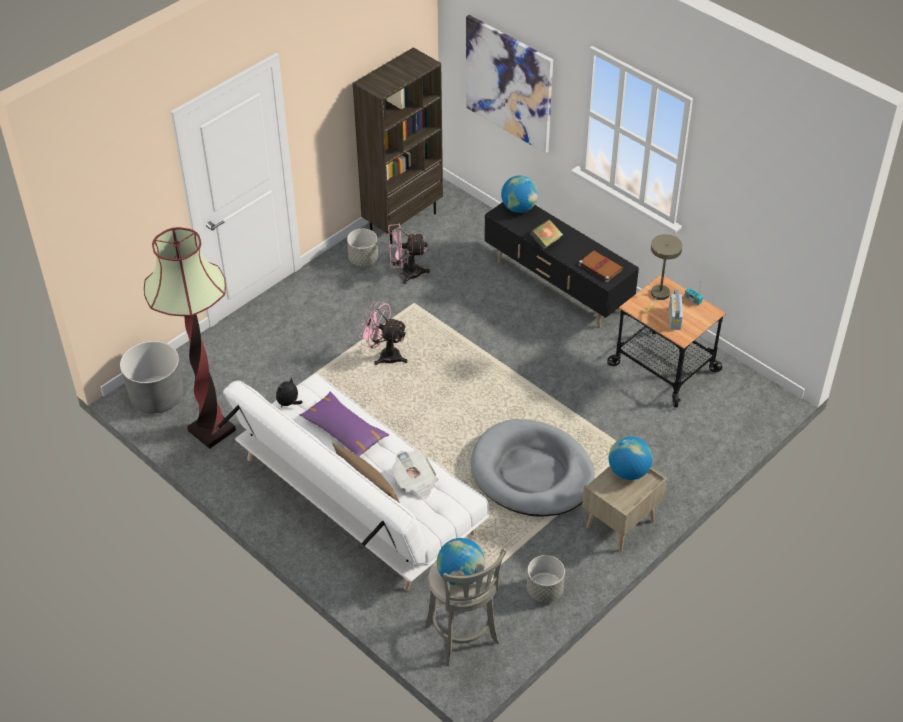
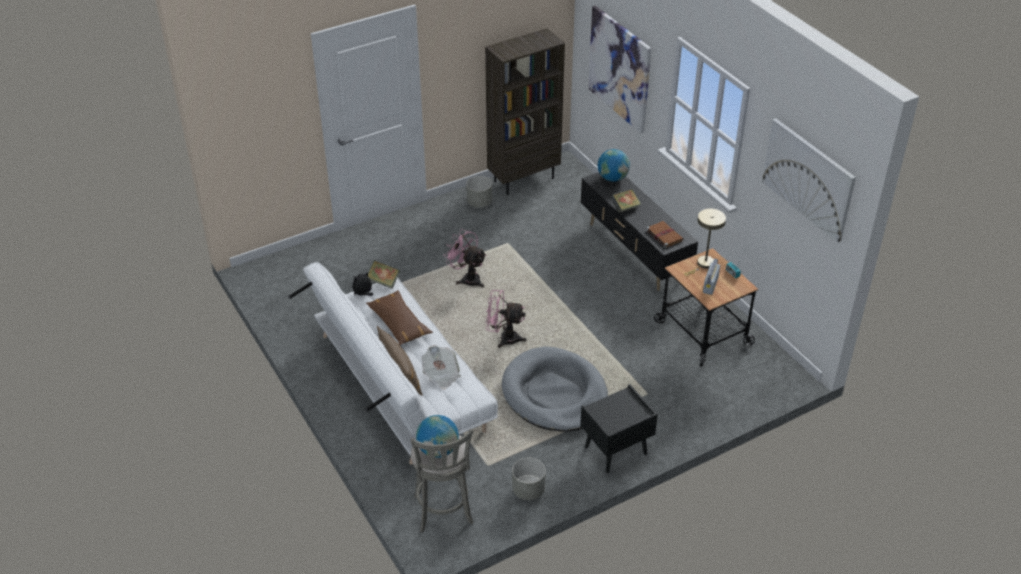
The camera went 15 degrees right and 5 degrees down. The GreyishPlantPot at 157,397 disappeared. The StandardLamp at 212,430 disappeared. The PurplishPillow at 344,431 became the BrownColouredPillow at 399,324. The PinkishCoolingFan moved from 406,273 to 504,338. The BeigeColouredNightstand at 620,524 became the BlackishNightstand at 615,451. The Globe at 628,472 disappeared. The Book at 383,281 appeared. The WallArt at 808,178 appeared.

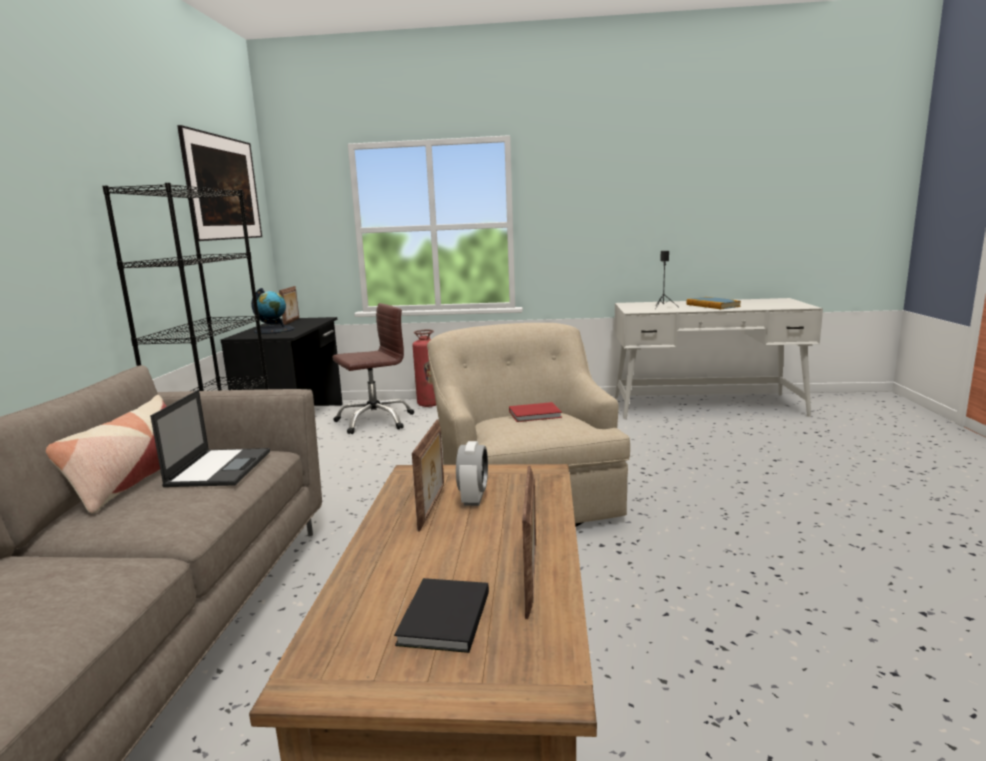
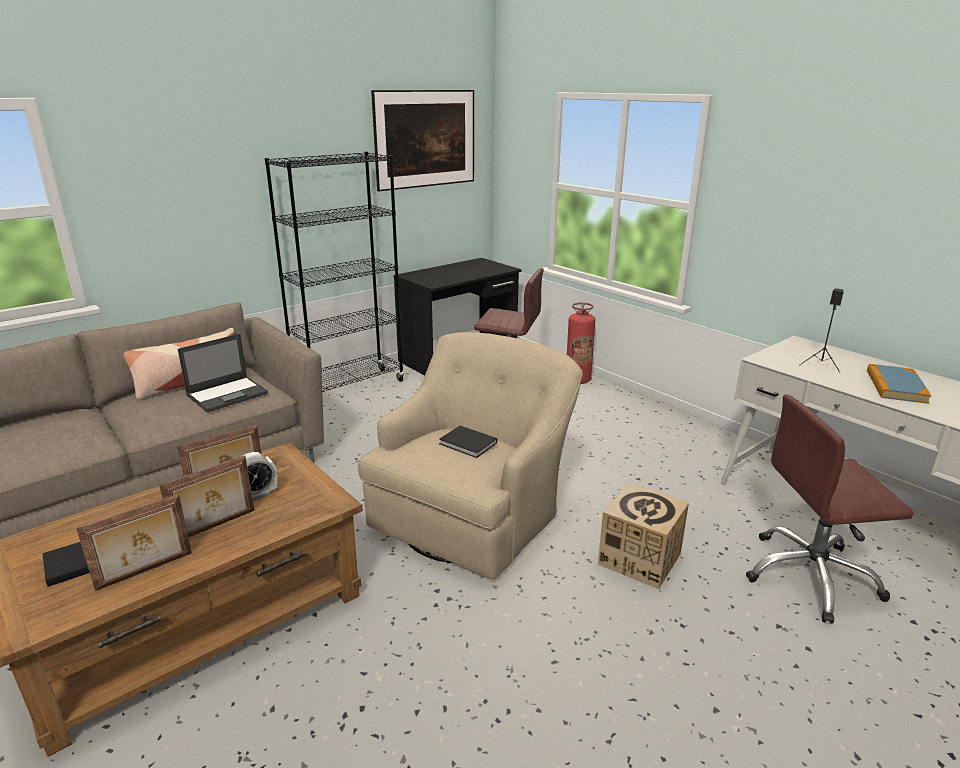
The camera went 45 degrees right and 10 degrees up. The Globe at 274,330 disappeared. The PictureFrame moved from 292,321 to 215,526. The RedBook at 536,414 became the BlackishBook at 468,444. The PackingBox at 639,559 appeared. The BrownColouredComputerChair at 811,576 appeared.

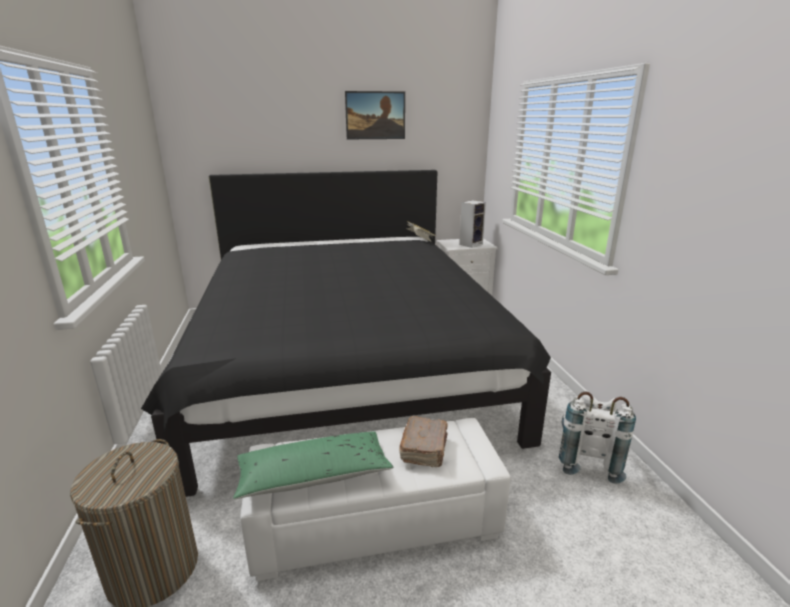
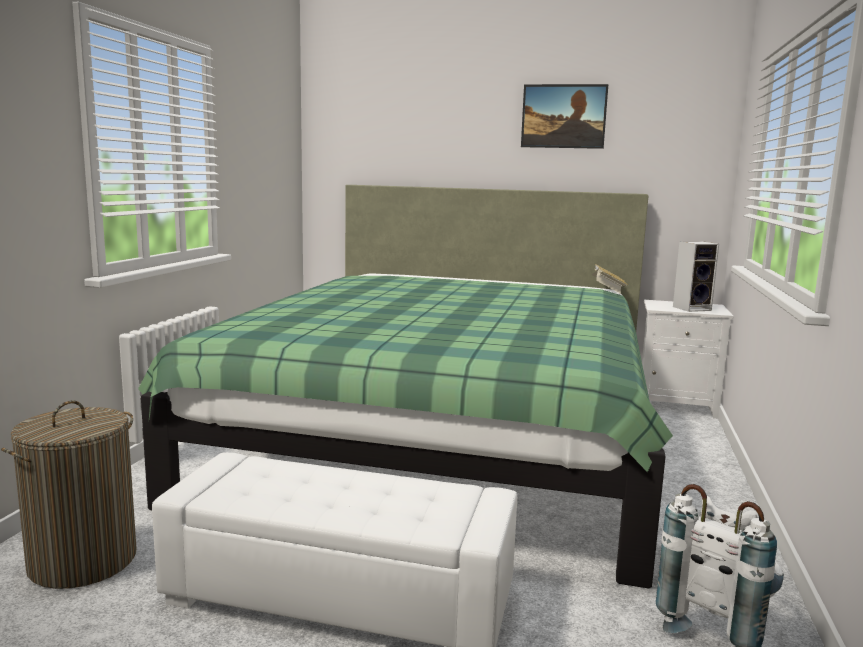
The camera went 25 degrees right and 10 degrees down. The BlackishSleepingBed at 345,365 became the GreenColouredSleepingBed at 443,438. The GreenColouredPillow at 314,475 disappeared. The BrownColouredBook at 425,449 disappeared.

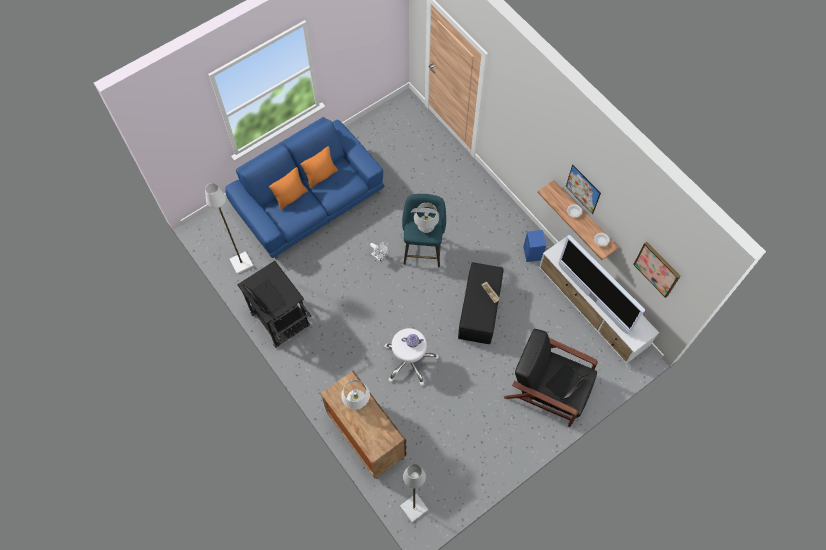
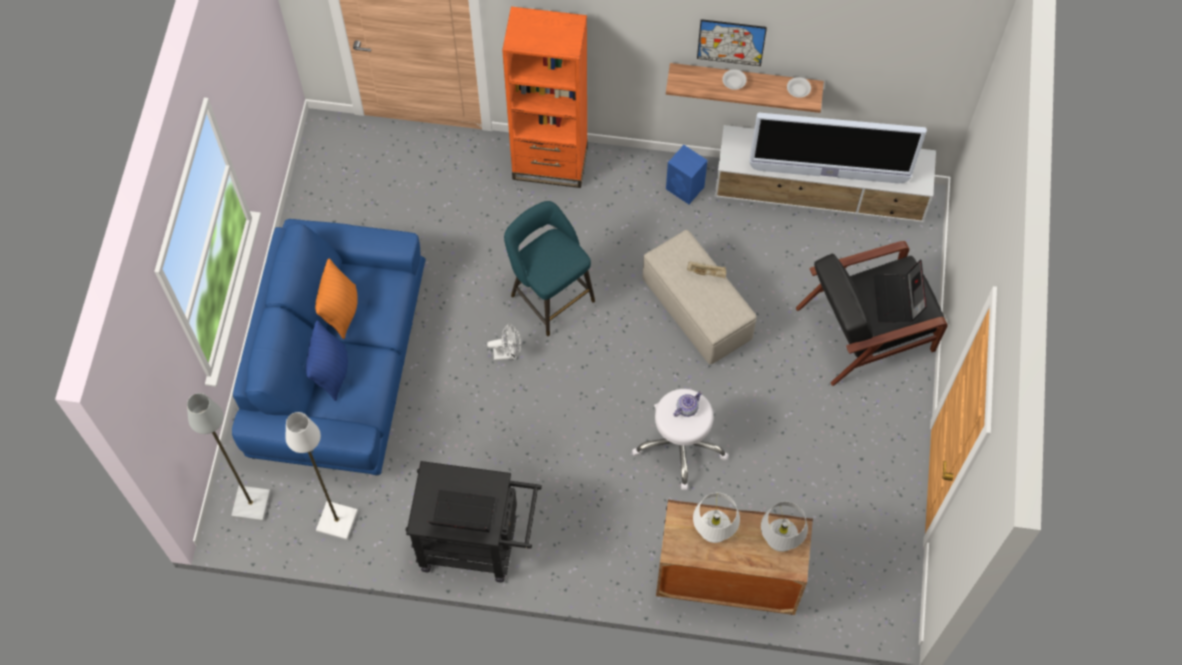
The camera went 45 degrees left and 0 degrees up. The OrangeyPillow at 291,197 became the BlueColouredPillow at 331,372. The GreyishStandardLamp moved from 414,507 to 250,503. The WhiteColouredLampForATable moved from 426,228 to 780,540. The BlackishPouffe at 479,310 became the BeigeColouredPouffe at 697,311. The WallArt at 657,269 disappeared. The OrangeyShelvingUnit at 550,163 appeared.

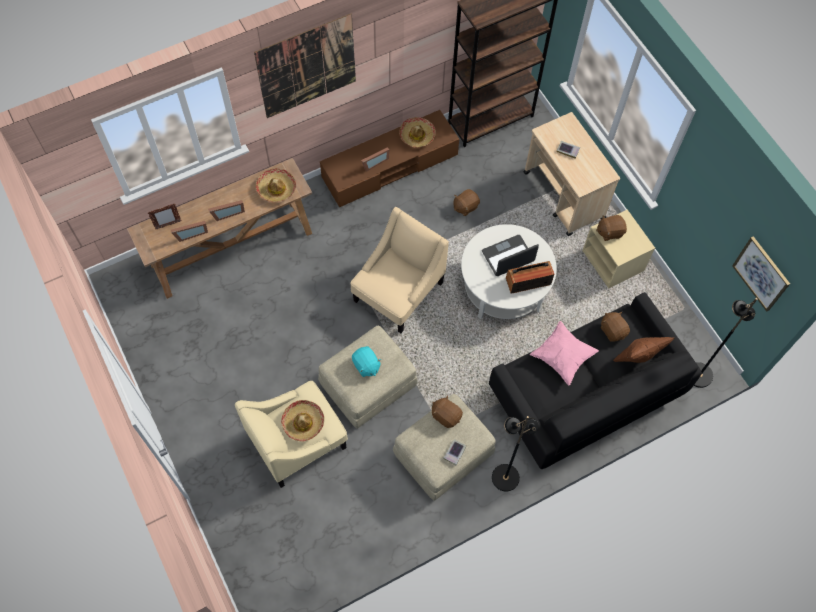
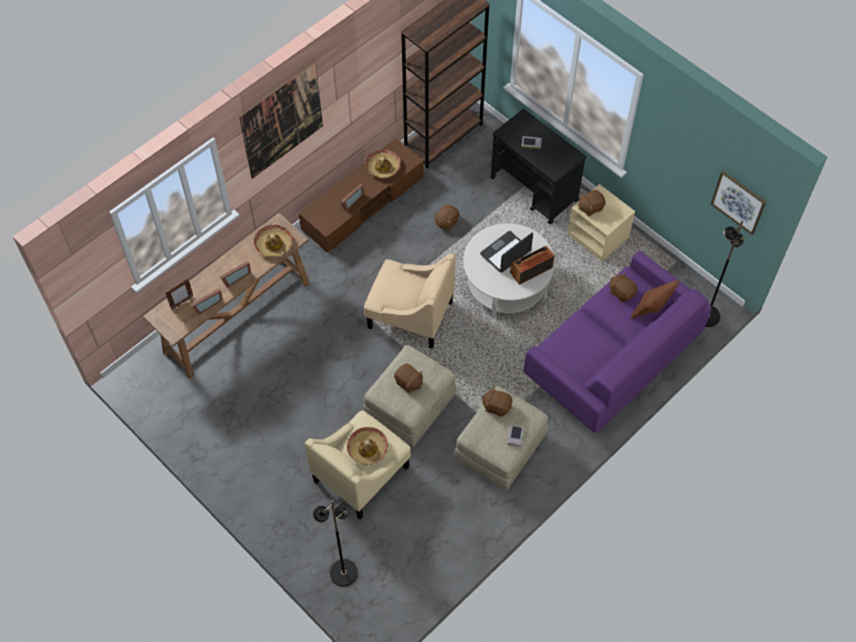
The camera went 15 degrees left and 5 degrees down. The BeigeColouredLoungeChair at 398,292 turned 90 degrees clockwise. The TurquoiseColouredPlushToy at 366,365 became the BrownColouredPlushToy at 408,382. The BlackishSofa at 584,394 became the PurplishSofa at 611,360. The BlackishStandardLamp moved from 505,477 to 343,572. The BeigeColouredTrolley at 564,196 became the BlackishTrolley at 534,189. The PinkishPillow at 562,357 disappeared.

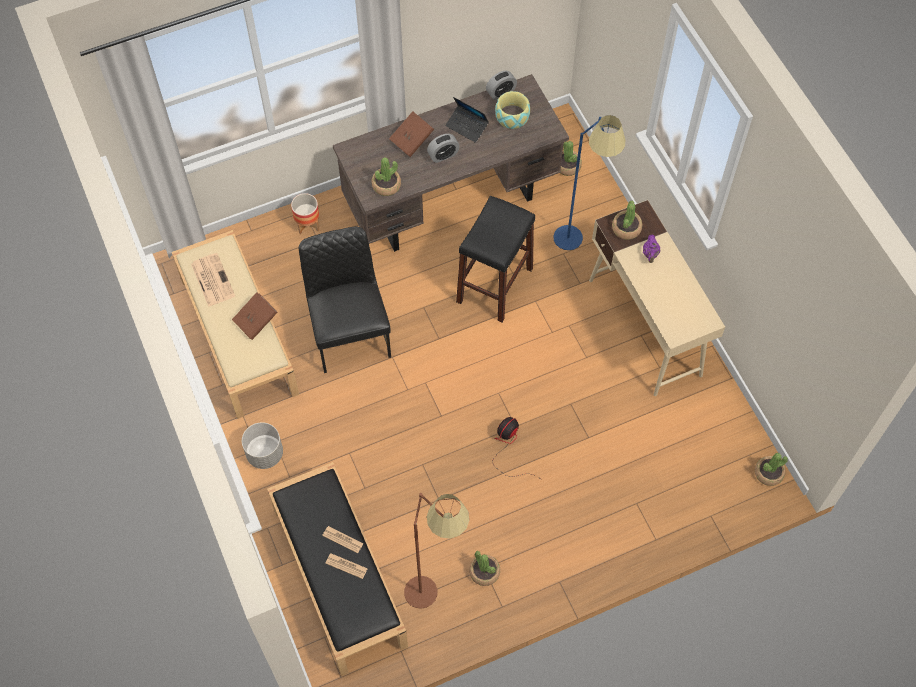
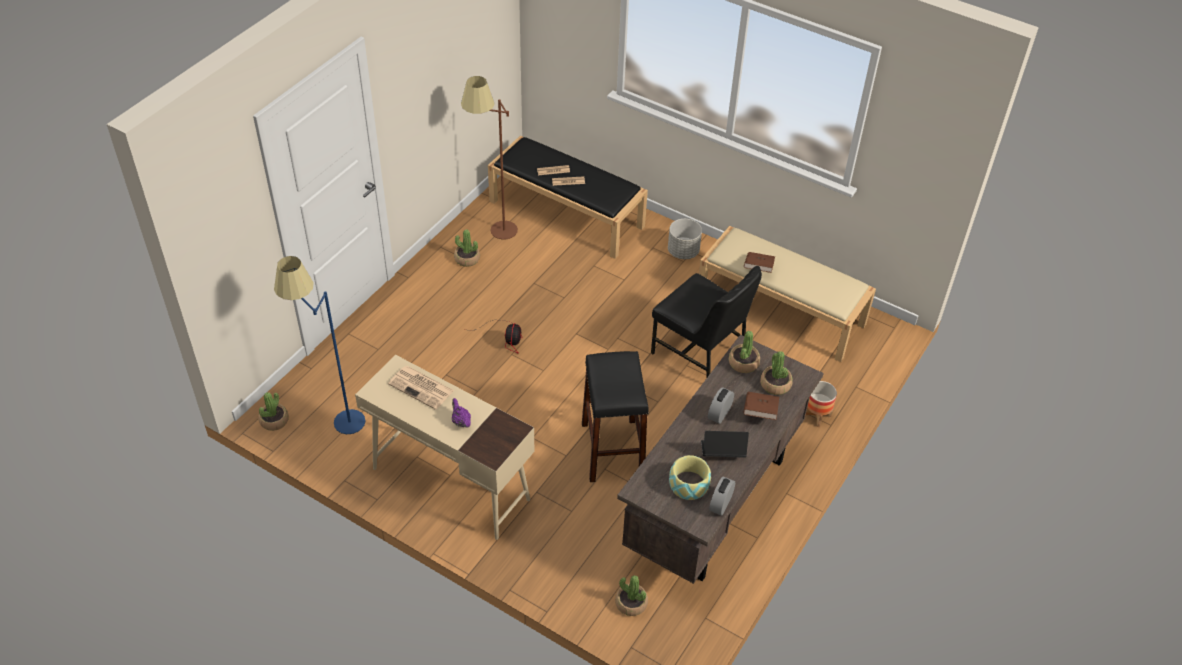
The camera went 145 degrees right and 15 degrees down. The DailyPaper moved from 212,279 to 422,388. The BlueColouredStandardLamp moved from 580,243 to 334,422. The PottedPlant moved from 626,228 to 775,384.

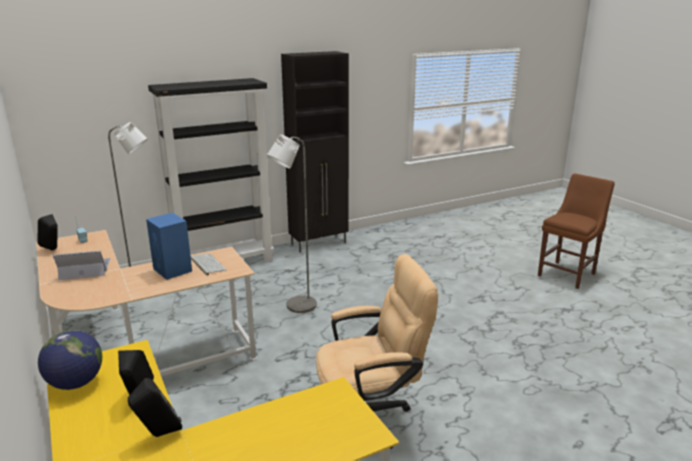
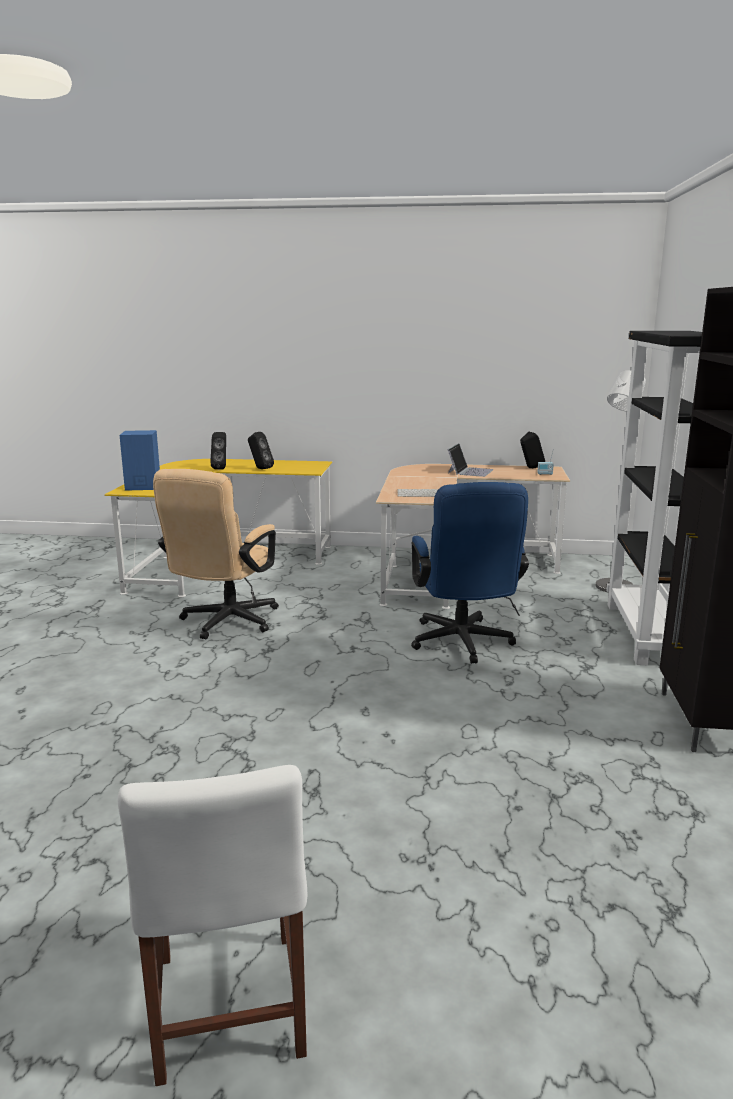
The camera went 125 degrees right and 5 degrees down. The Globe at 76,383 disappeared. The BlueColouredSpeaker moved from 173,270 to 142,487. The GreyishStandardLamp at 296,307 was replaced by the BlueColouredComputerChair at 462,644. The BrownColouredChair at 568,274 became the WhiteColouredChair at 228,1013.

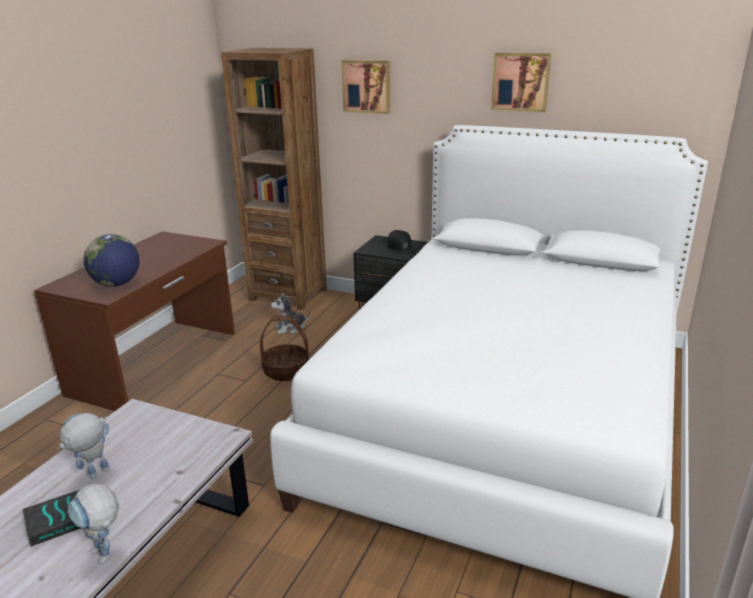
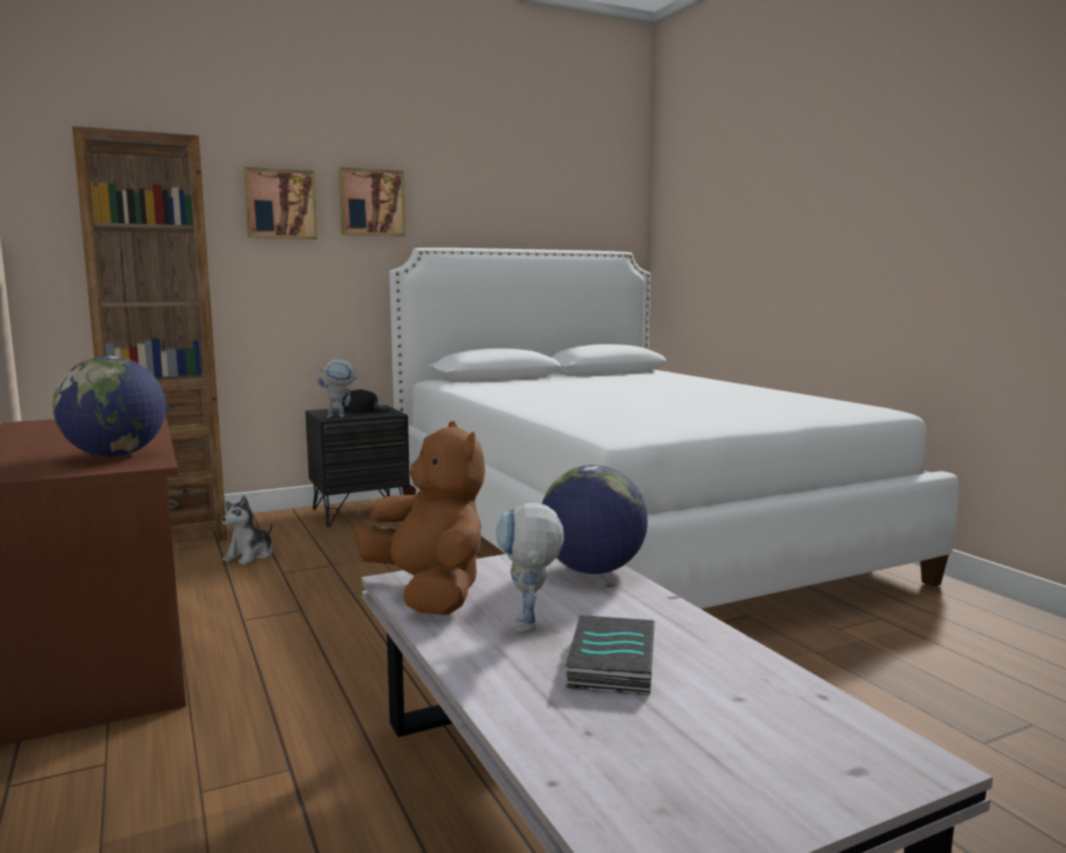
The camera went 50 degrees left and 15 degrees down. The RobotFigure moved from 106,557 to 341,416. The Basket at 286,370 disappeared. The WallArt moved from 521,81 to 371,203. The BrownColouredPlushToy at 429,593 appeared. The Globe at 592,570 appeared.

